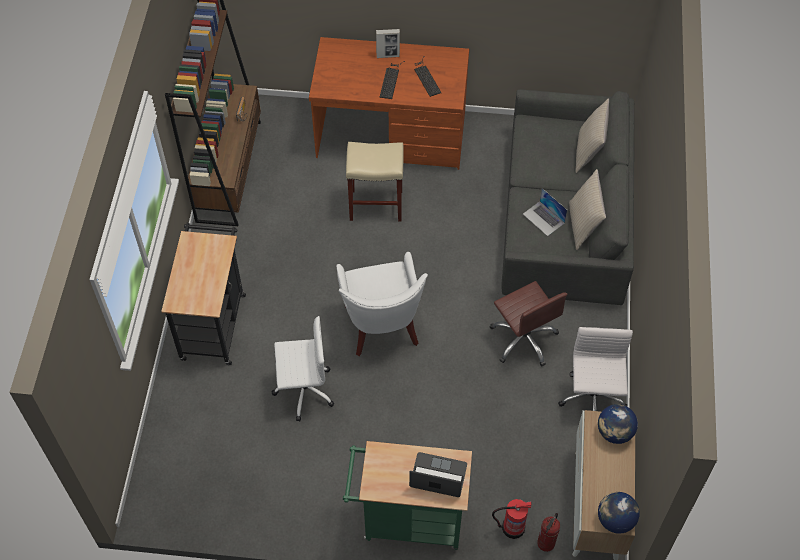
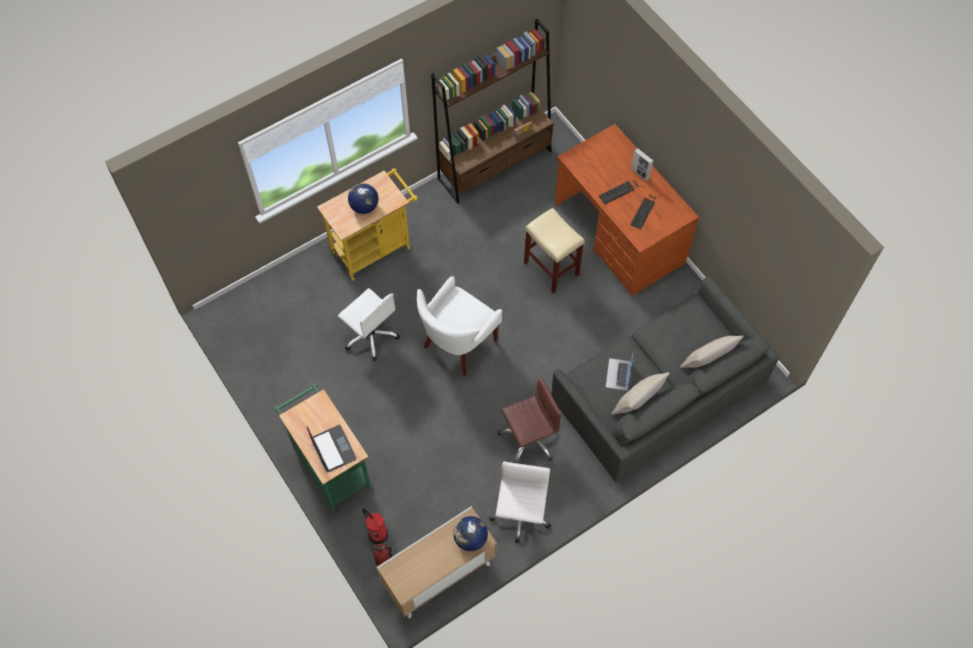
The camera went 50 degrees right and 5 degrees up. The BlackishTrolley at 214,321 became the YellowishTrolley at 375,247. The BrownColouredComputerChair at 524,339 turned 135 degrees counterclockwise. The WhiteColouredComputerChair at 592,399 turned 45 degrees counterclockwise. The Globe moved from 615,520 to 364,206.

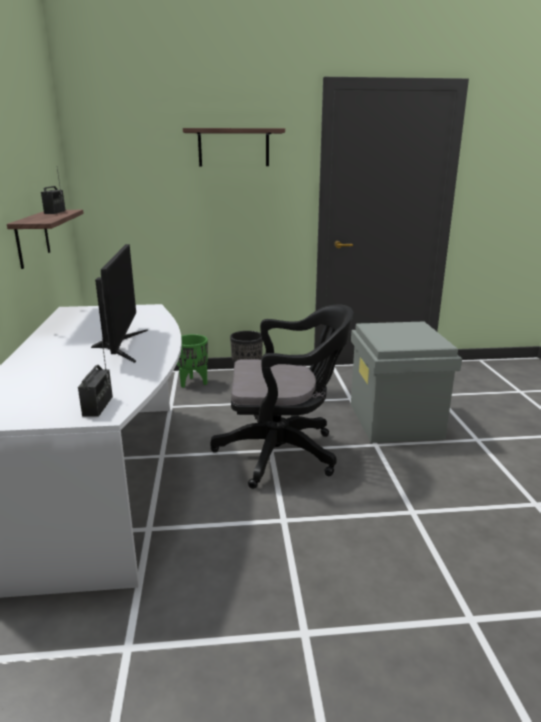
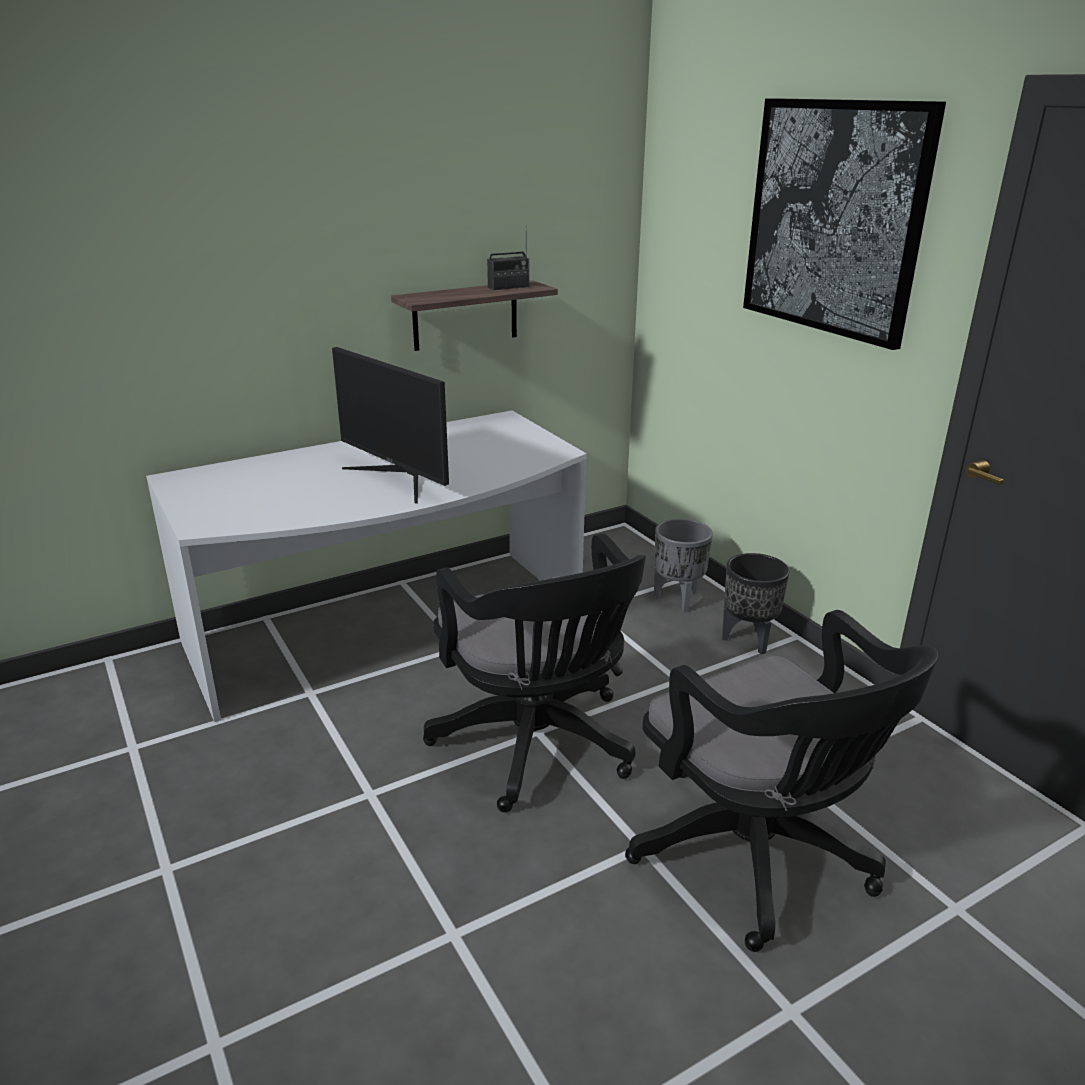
The camera went 65 degrees right and 5 degrees up. The RadioReceiver at 98,406 disappeared. The ComputerScreen at 121,345 turned 75 degrees clockwise. The GreenColouredPlantPot at 193,383 became the GreyishPlantPot at 678,600. The BracketShelf at 233,148 was replaced by the WallArt at 834,219. The GreyishStorageBox at 395,421 was replaced by the BlackishComputerChair at 758,858.

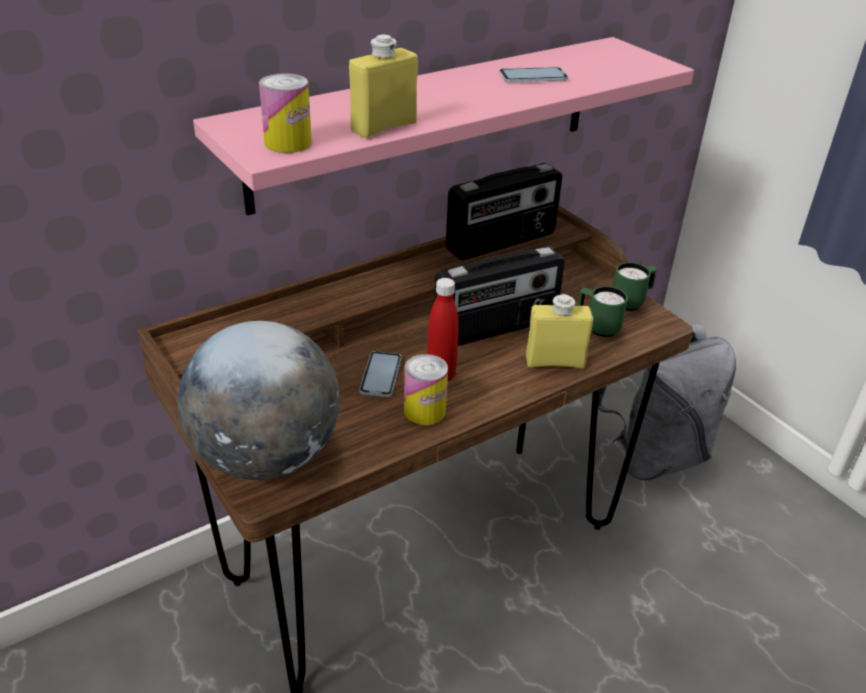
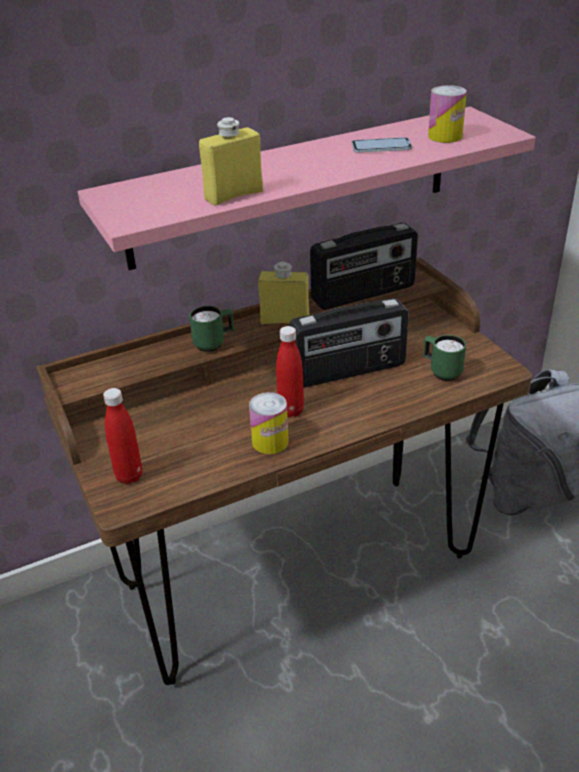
The camera went 10 degrees right and 0 degrees up. The Globe at 266,457 was replaced by the RedBottle at 129,476. The MetalCan moved from 288,143 to 445,136. The Phone at 380,375 disappeared. The YellowishBottle moved from 555,362 to 285,320. The GreenColouredTeaMug moved from 631,302 to 214,343.

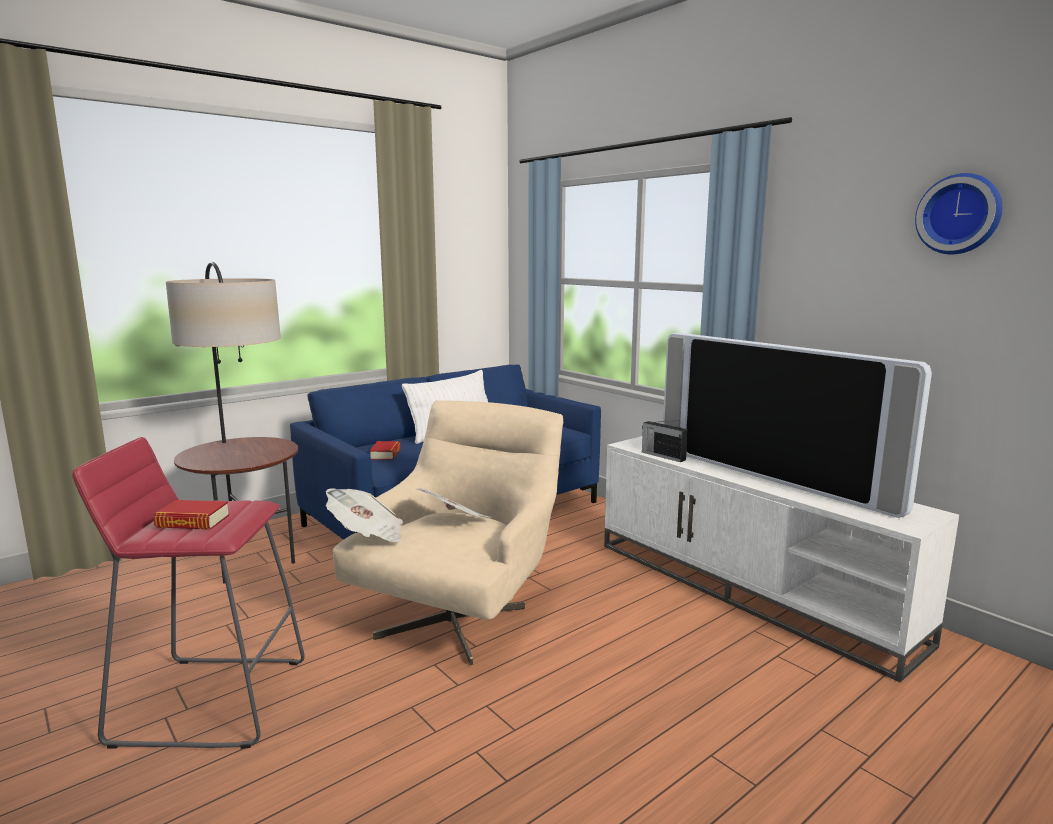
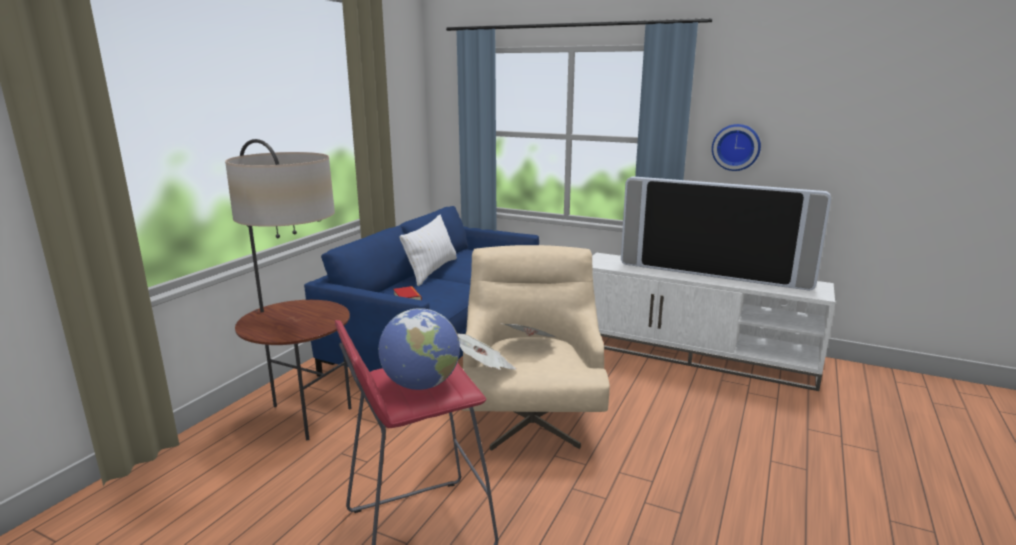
The camera went 25 degrees left and 5 degrees up. The Book at 193,521 was replaced by the Globe at 421,384. The RadioReceiver at 662,456 disappeared. The HangingClock moved from 959,214 to 736,147.

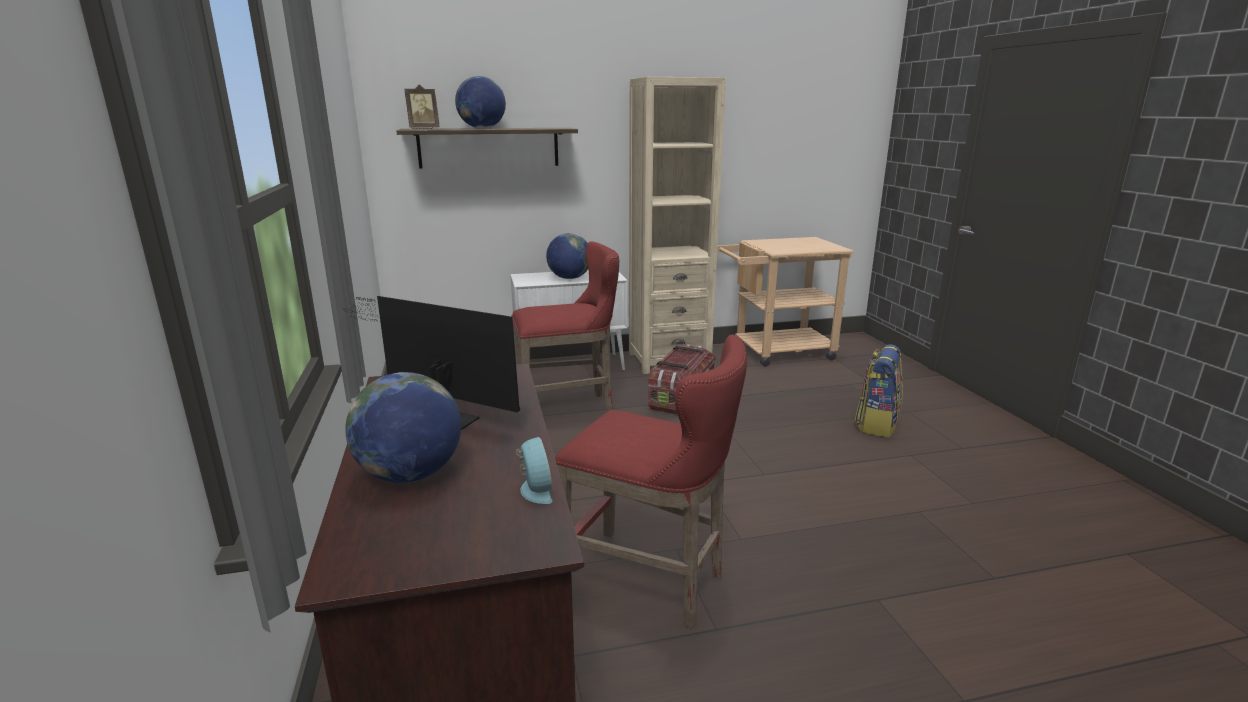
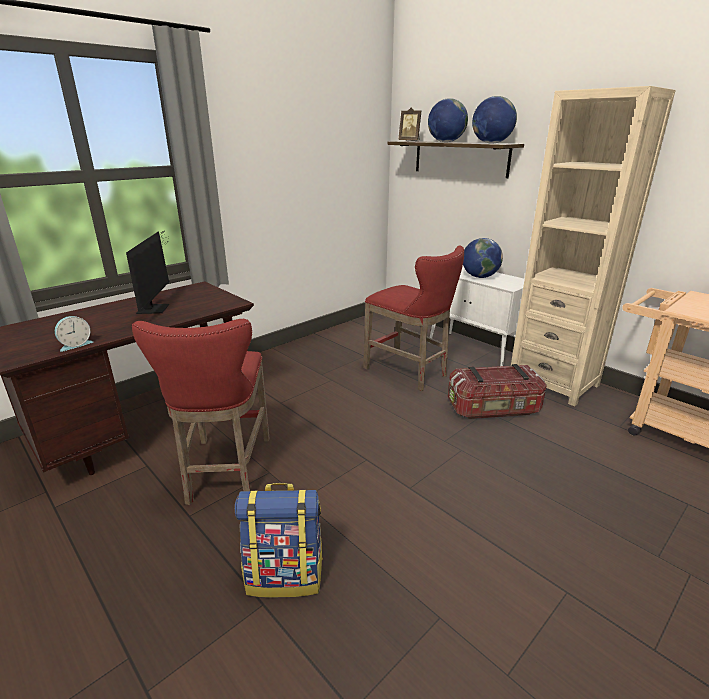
The camera went 60 degrees right and 5 degrees up. The Globe moved from 410,474 to 491,143. The Rucksack moved from 876,424 to 285,575.

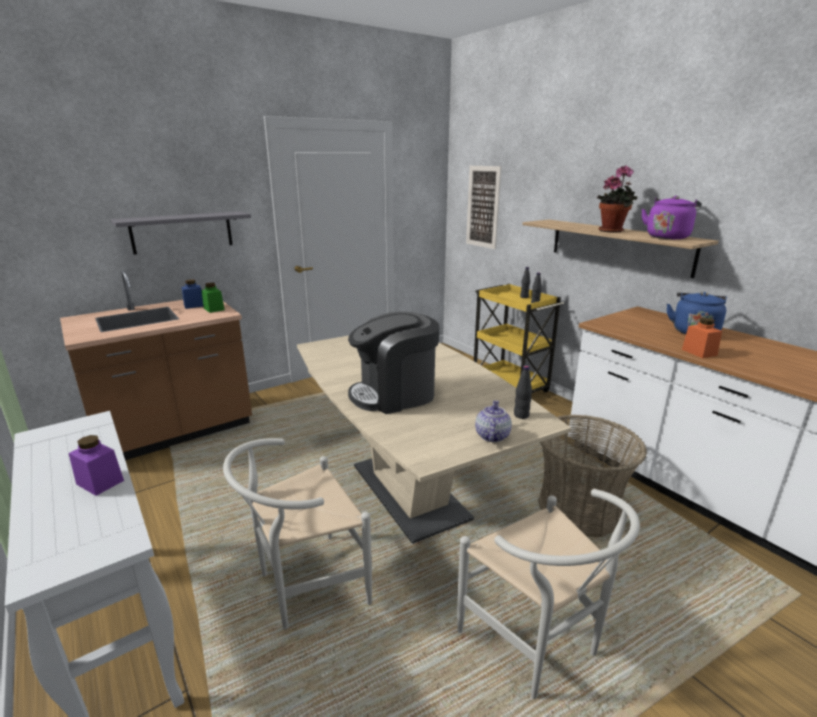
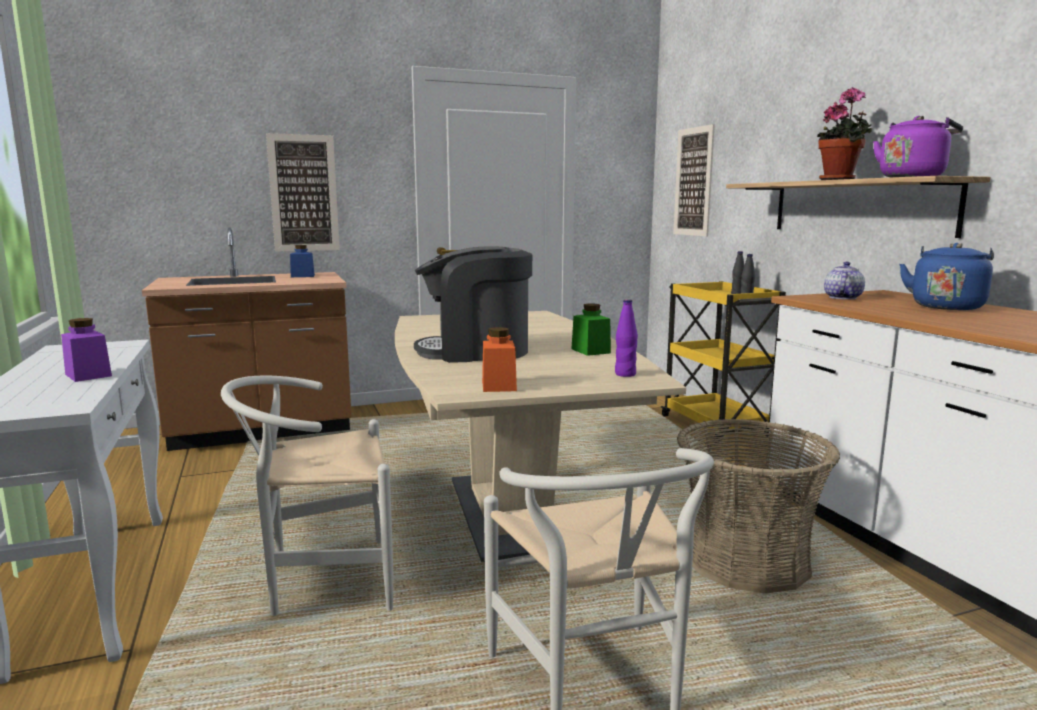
The camera went 15 degrees right and 10 degrees down. The GreyishBracketShelf at 182,232 was replaced by the WallArt at 303,193. The GreenColouredStorageJar moved from 214,309 to 590,351. The Teapot moved from 491,435 to 842,298. The BlackishBottle at 521,415 became the PurplishBottle at 625,374. The OrangeyStorageJar moved from 699,352 to 499,386.

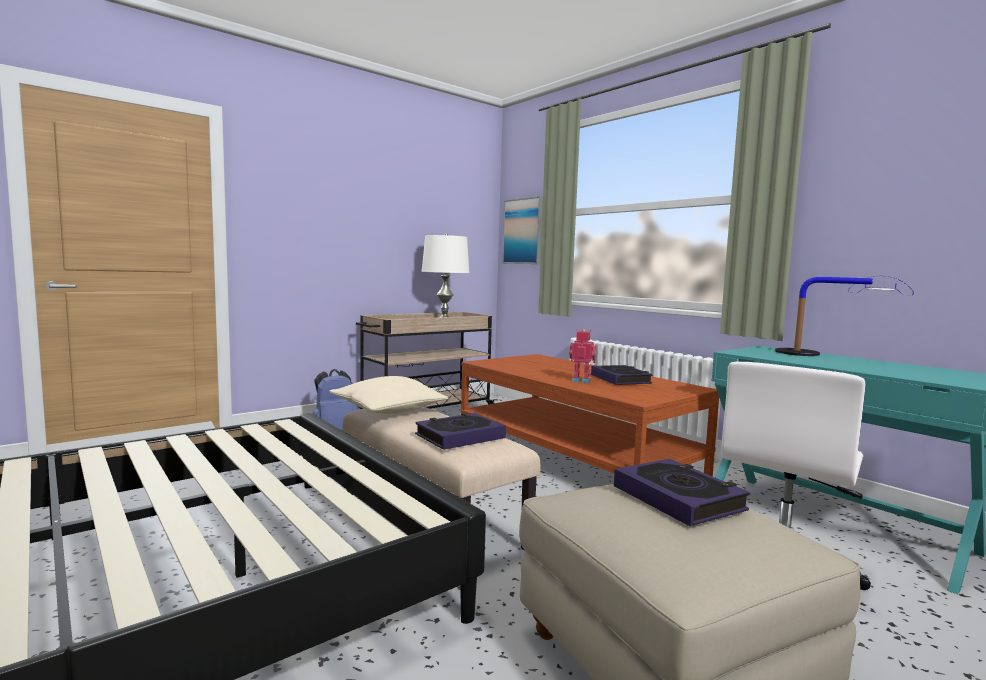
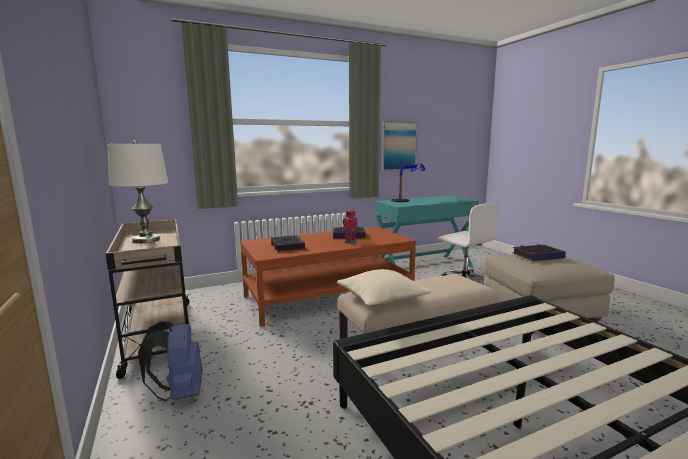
The camera went 75 degrees left and 5 degrees up. The Book moved from 460,437 to 287,246. The WallArt moved from 523,231 to 398,146.

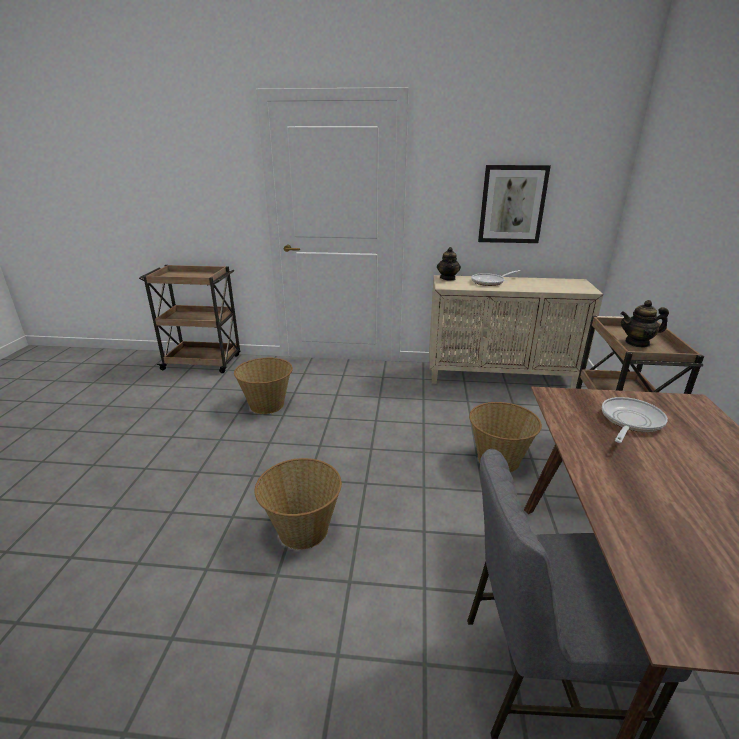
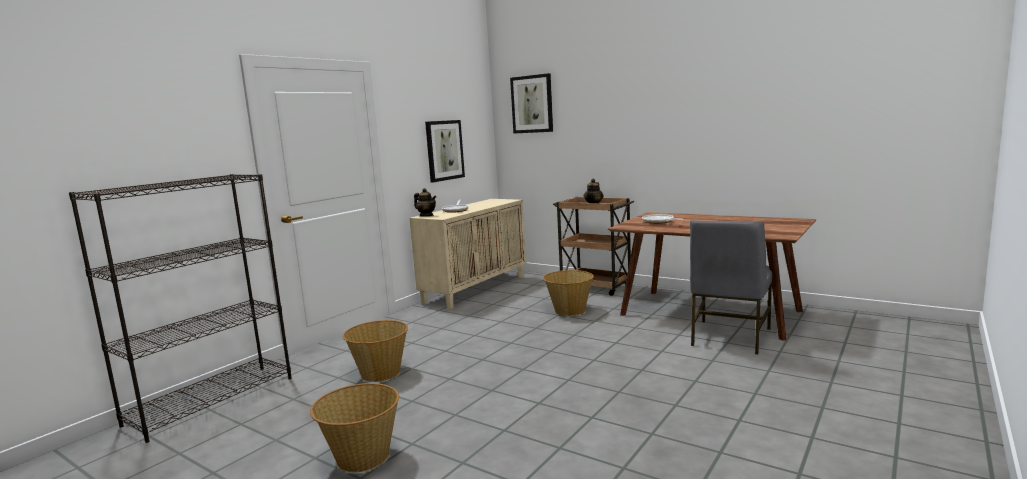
The camera went 60 degrees left and 15 degrees down. The BrownColouredTrolley at 203,362 was replaced by the BlackishShelvingUnit at 212,400. The Basket moved from 302,529 to 362,457. The WallArt at 532,104 appeared.

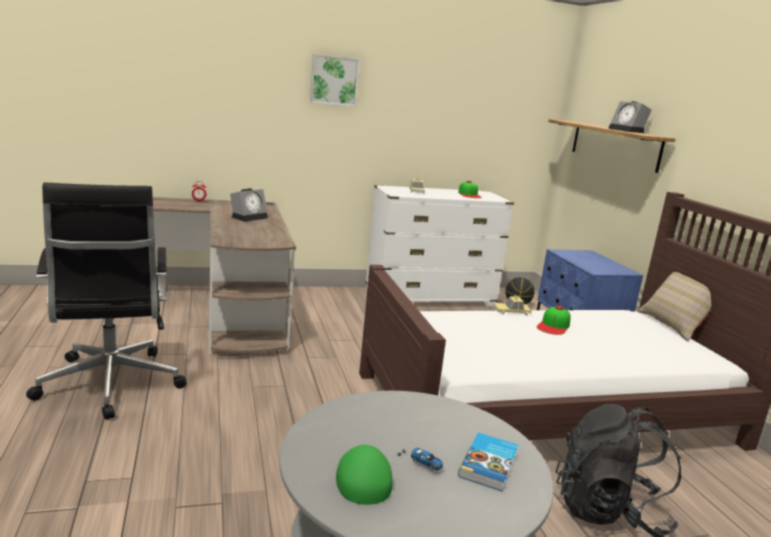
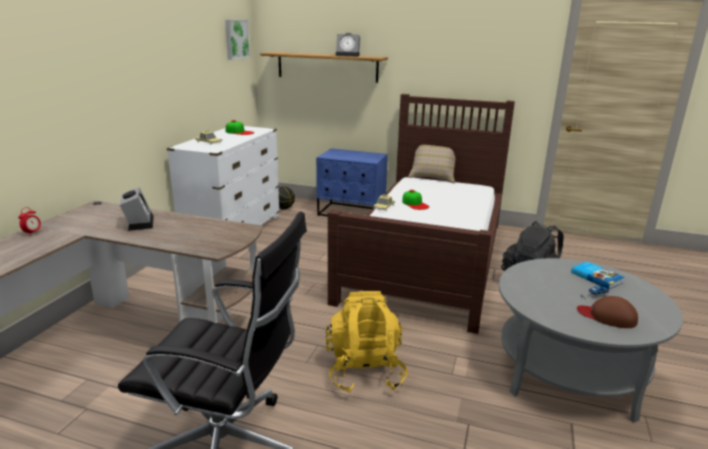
The camera went 55 degrees left and 5 degrees up. The WallArt moved from 334,80 to 236,39. The GreenColouredBaseballCap at 363,477 became the BrownColouredBaseballCap at 607,316. The YellowishRucksack at 364,371 appeared.

